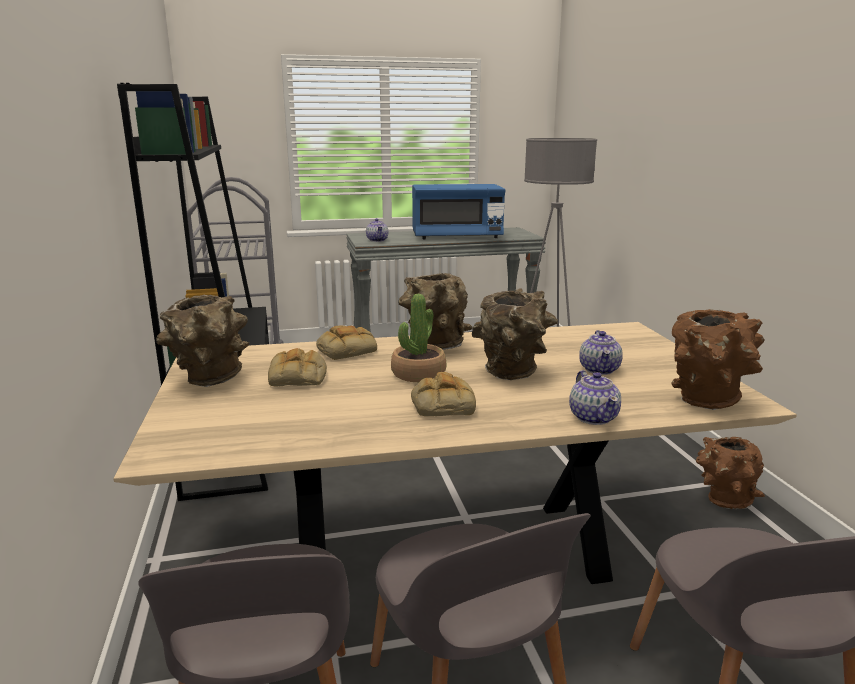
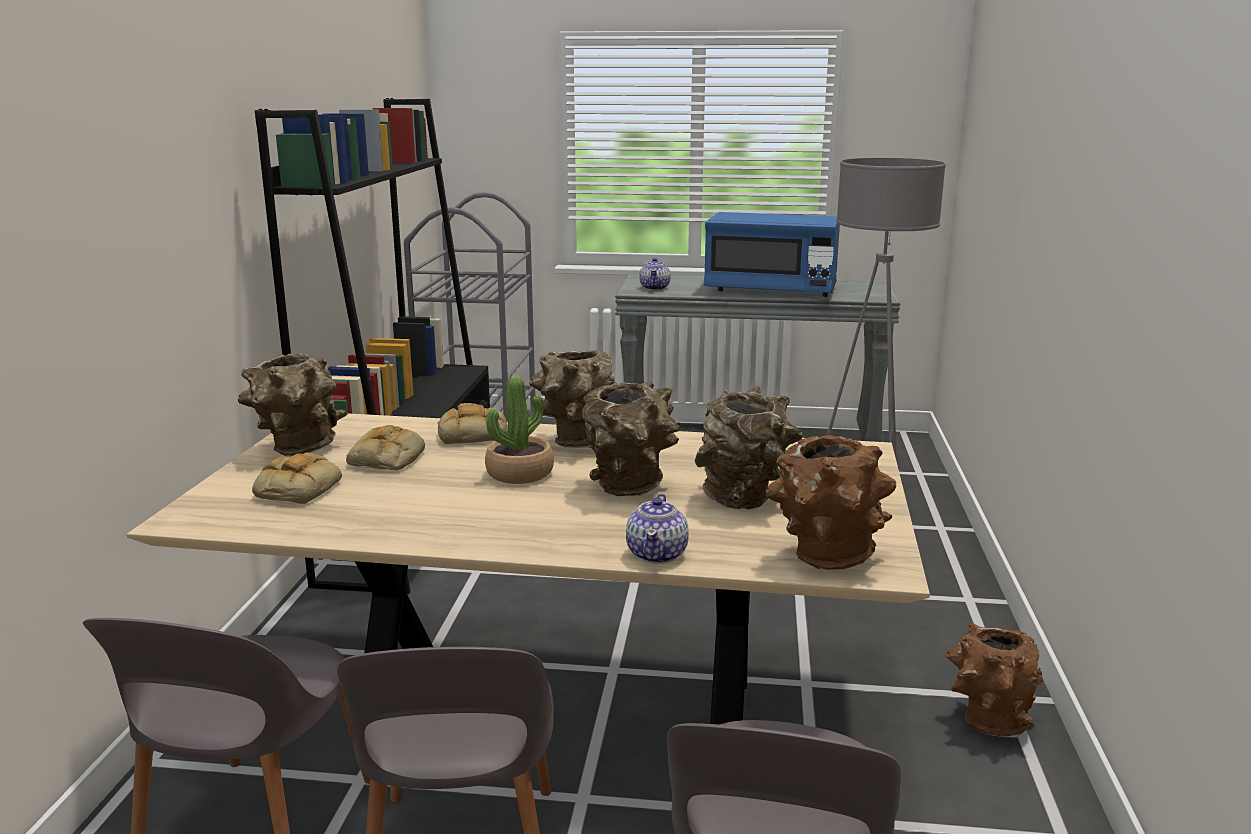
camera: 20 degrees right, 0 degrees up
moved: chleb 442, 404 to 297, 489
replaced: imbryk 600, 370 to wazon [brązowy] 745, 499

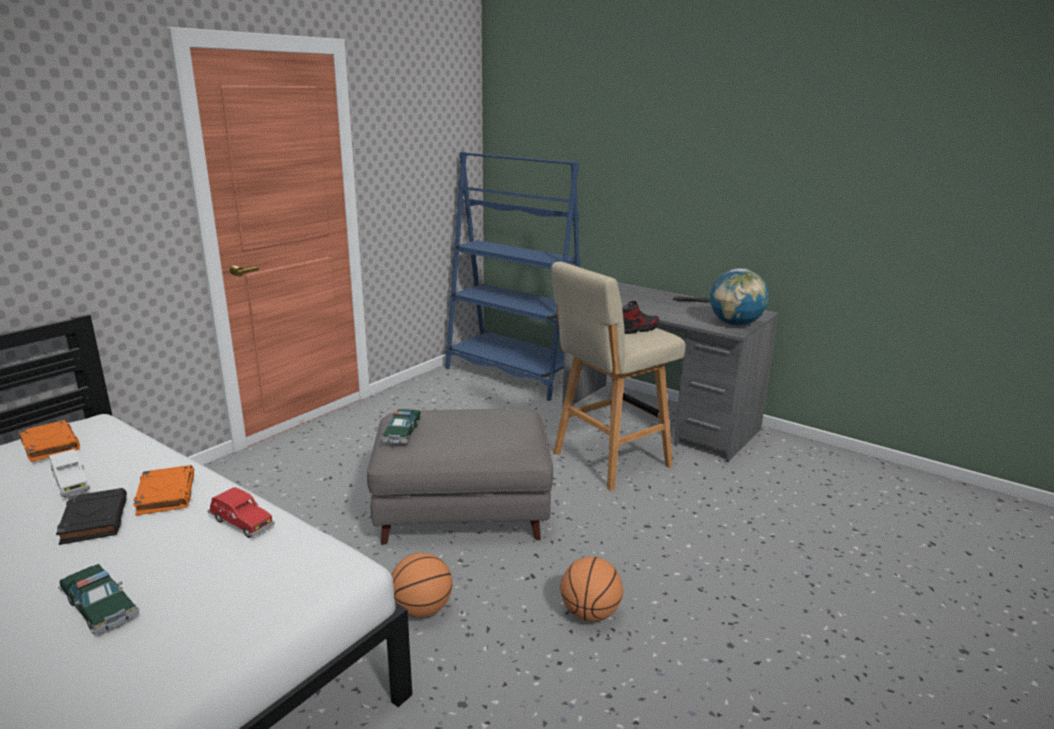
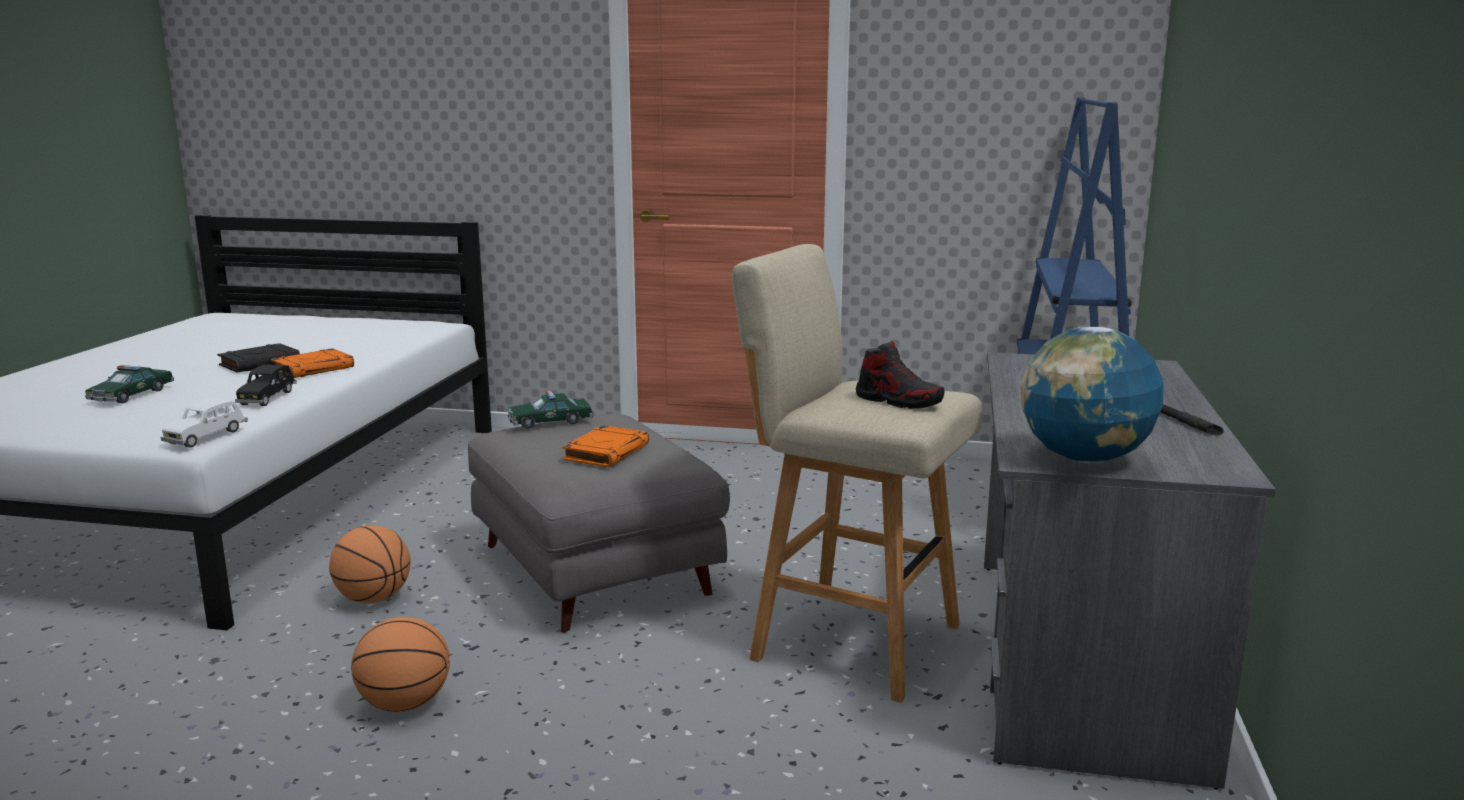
camera: 65 degrees right, 5 degrees down
moved: samochodzik [biały] 71, 483 to 206, 437; książka [pomarańczowy] 50, 445 to 606, 452
recoloured: samochodzik [czerwony] 241, 523 to samochodzik [czarny] 268, 398

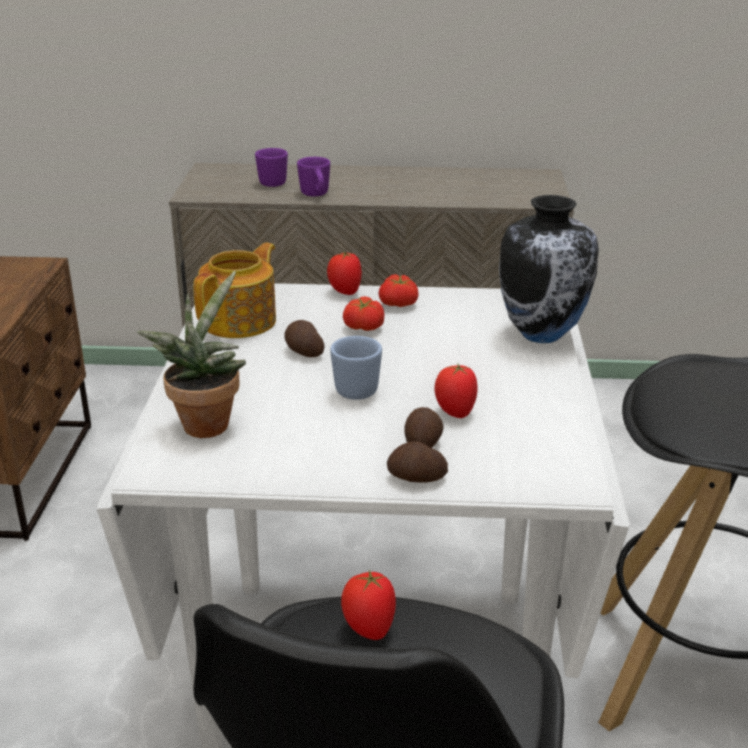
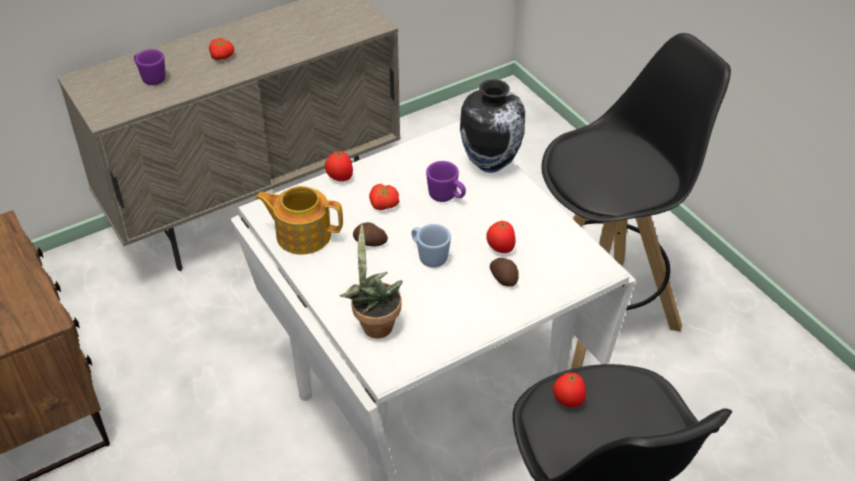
camera: 35 degrees left, 15 degrees up
removed: ziemniak 416, 478
moved: pomidor 399, 304 to 222, 56; kubek [fioletowy] 316, 195 to 446, 197
turned: imbryk 241, 321 = 302, 234 75 degrees counterclockwise

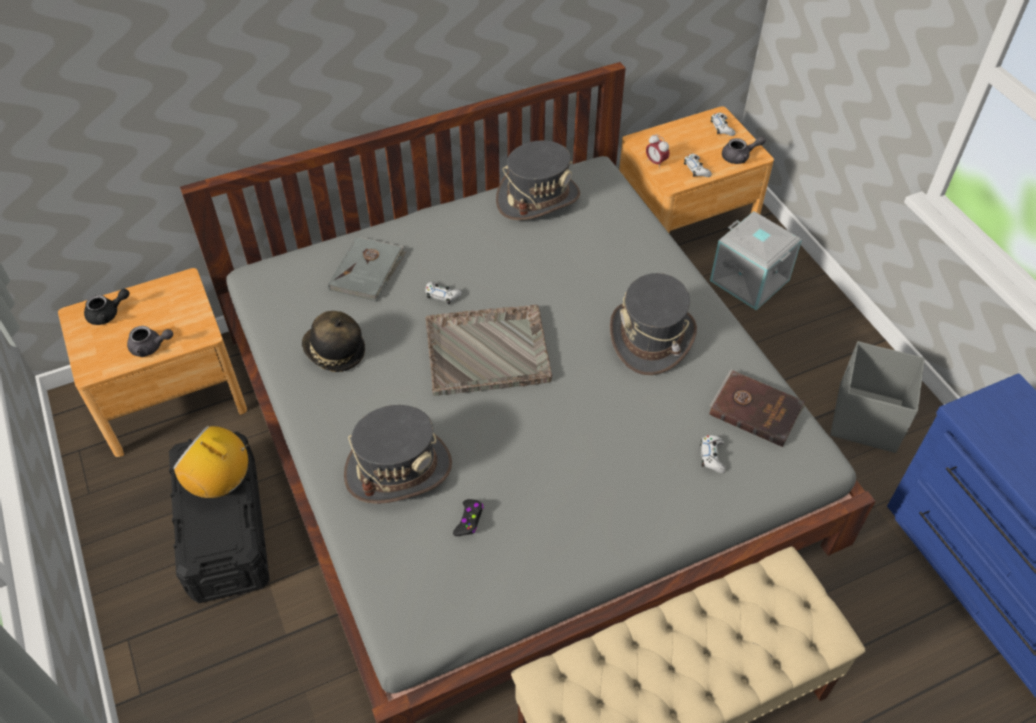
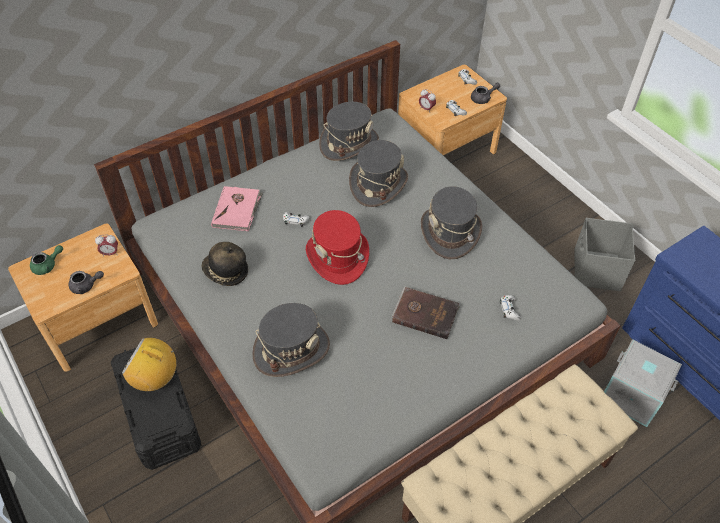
camera: 10 degrees left, 0 degrees up
removed: pad do gier [czarny] 469, 520
added: budzik 110, 253; kapelusz [szary] 378, 184
moved: książka [brązowy] 755, 409 to 425, 313; pojemnik do przechowywania [szary] 751, 280 to 633, 394
replaced: taca [szary] 488, 351 to kapelusz [czerwony] 338, 257
recoloured: imbryk [czarny] 108, 314 to imbryk [zielony] 48, 265; książka [szary] 368, 271 to książka [różowy] 237, 210

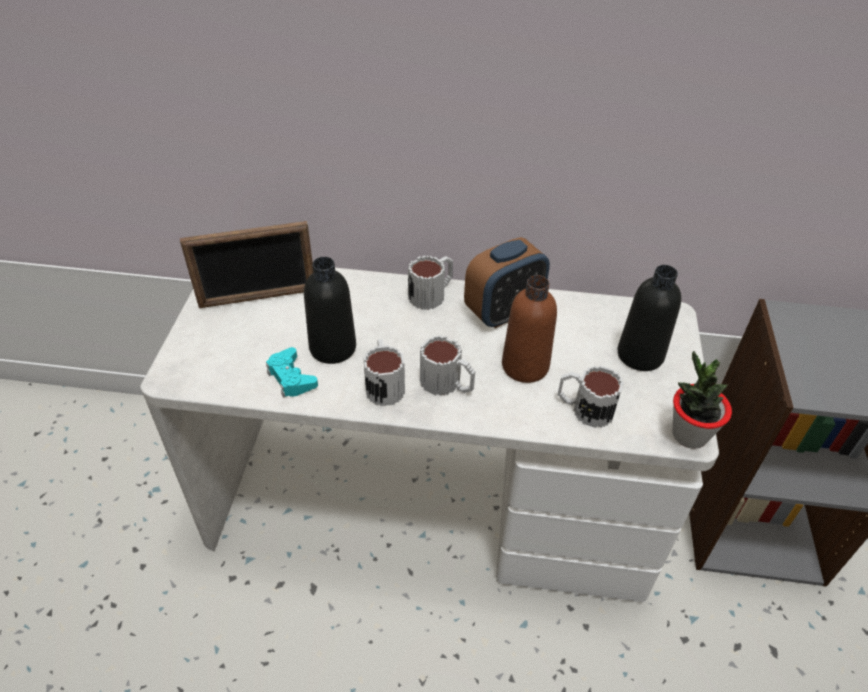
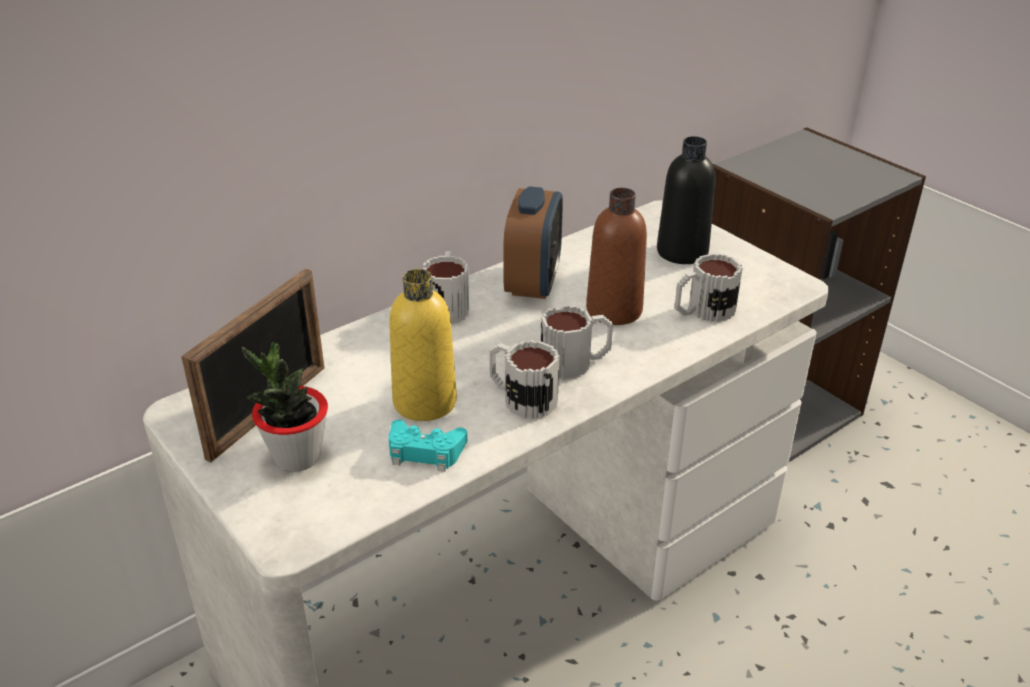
camera: 45 degrees left, 10 degrees down
moved: roślina doniczkowa 689, 435 to 297, 457
recoloured: butelka [czarny] 333, 347 to butelka [żółty] 424, 402

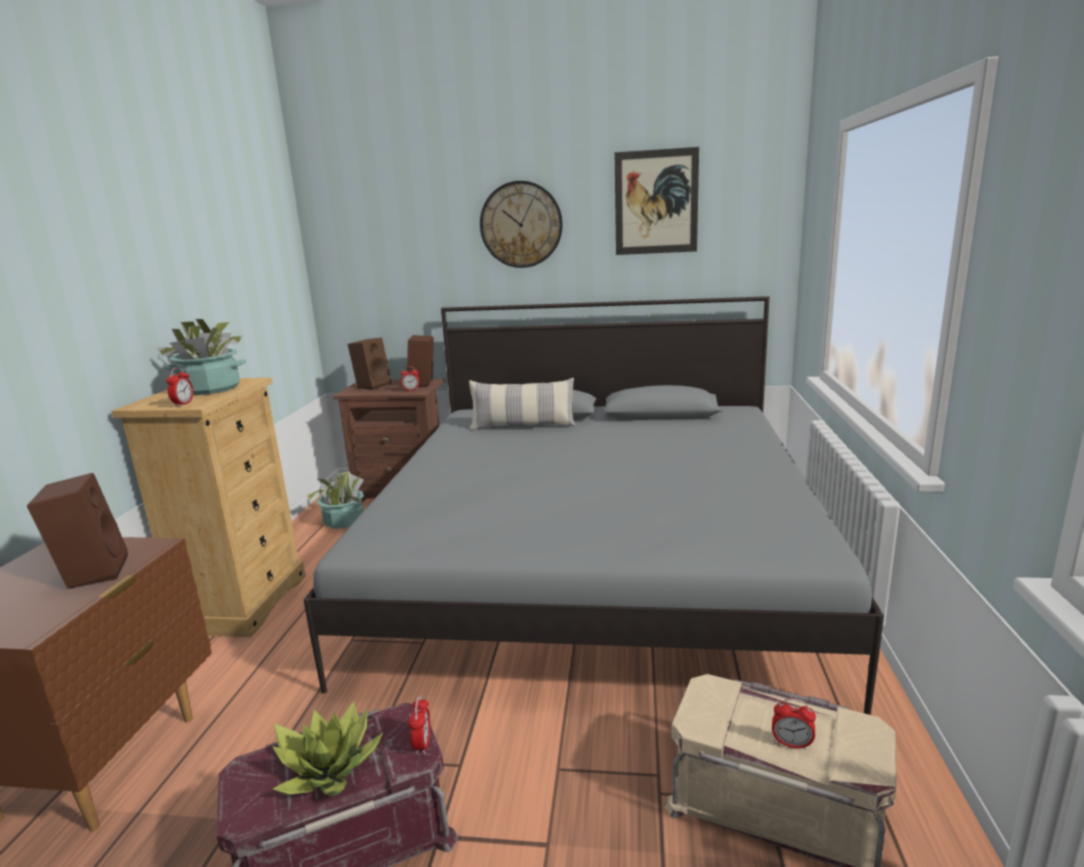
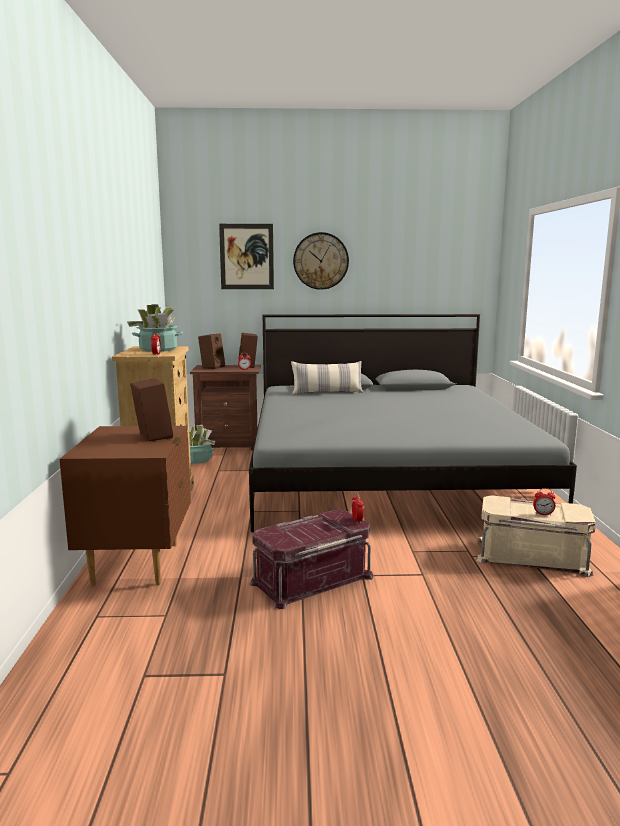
camera: 10 degrees left, 5 degrees down
removed: roślina doniczkowa 328, 767
moved: obraz 656, 202 to 246, 256

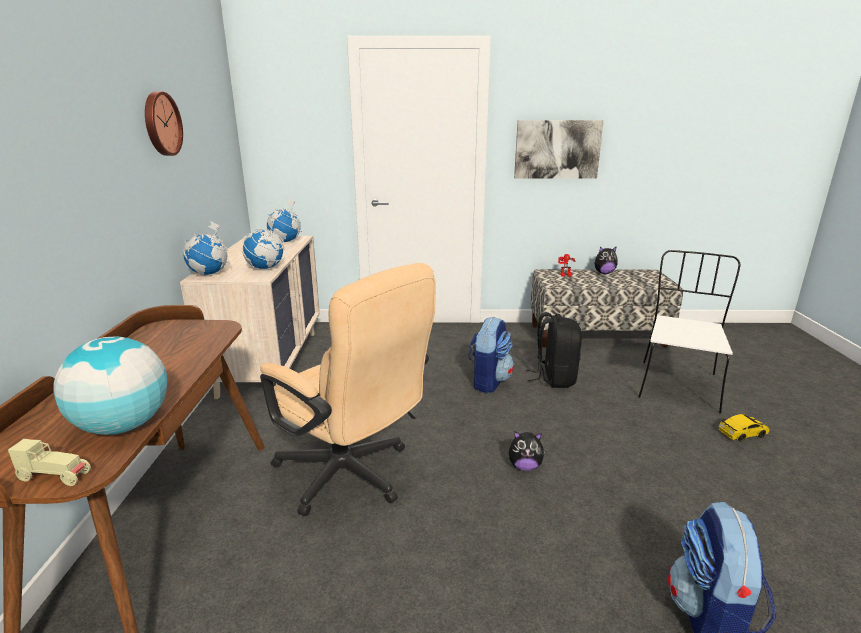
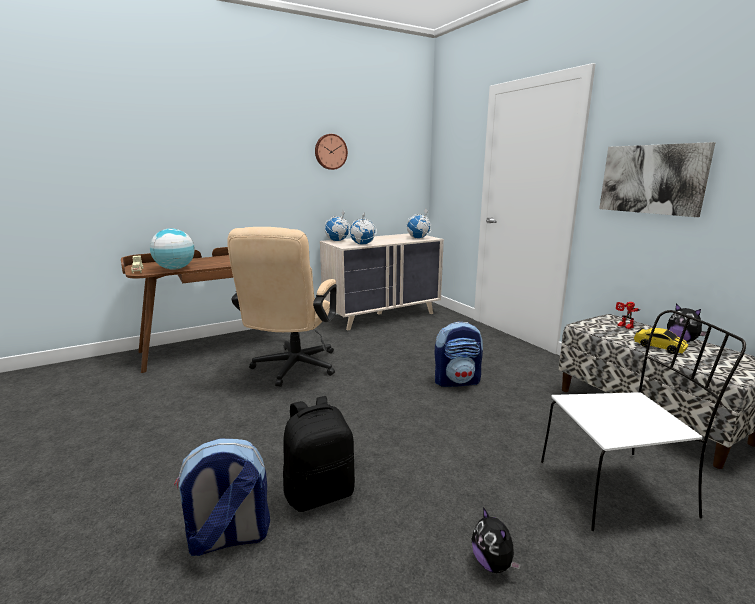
camera: 60 degrees right, 5 degrees down
moved: plecak [czarny] 554, 378 to 320, 492; pluszak 524, 466 to 493, 563; samochodzik 742, 434 to 659, 347

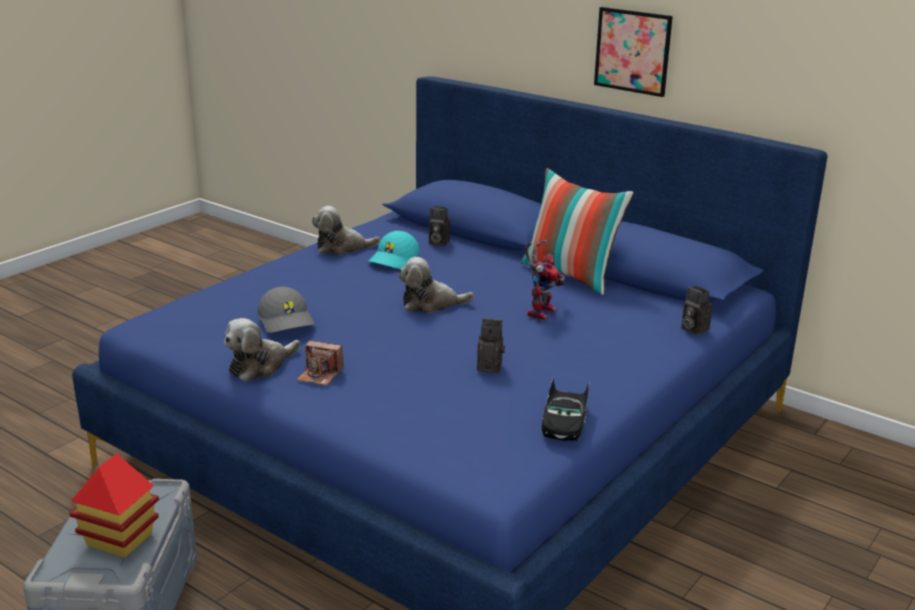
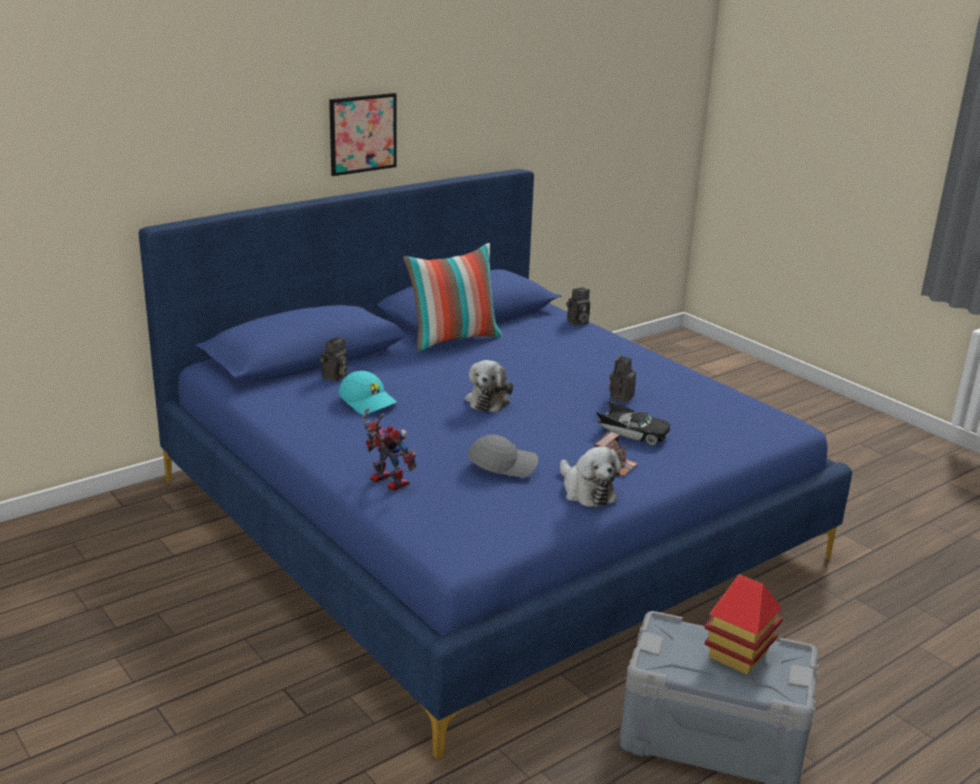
camera: 75 degrees left, 0 degrees up
removed: pluszak 342, 248
moved: robot zabawkowy 540, 311 to 384, 482; samochodzik [czarny] 564, 422 to 632, 433

